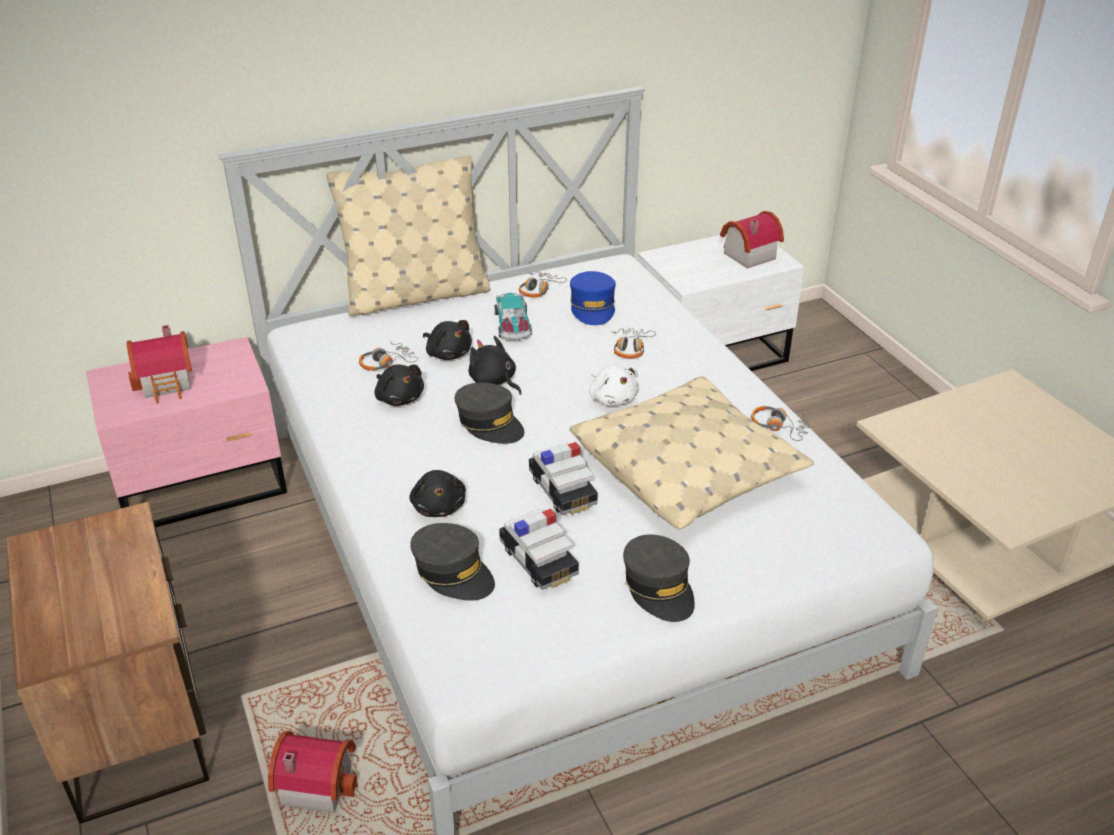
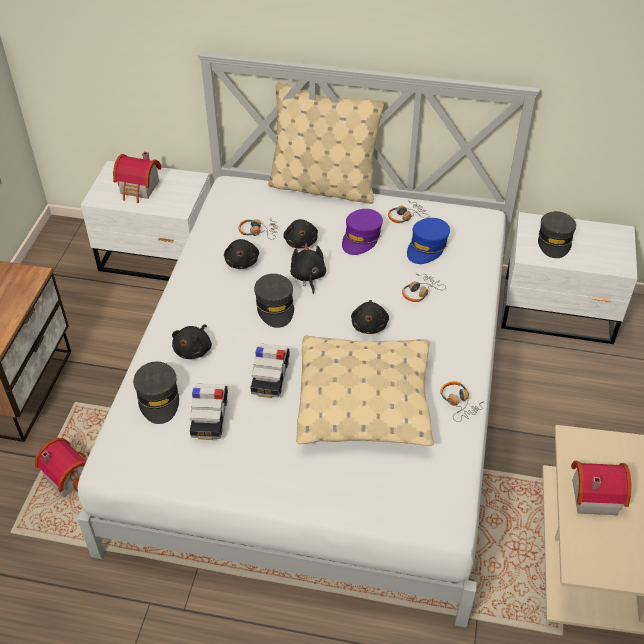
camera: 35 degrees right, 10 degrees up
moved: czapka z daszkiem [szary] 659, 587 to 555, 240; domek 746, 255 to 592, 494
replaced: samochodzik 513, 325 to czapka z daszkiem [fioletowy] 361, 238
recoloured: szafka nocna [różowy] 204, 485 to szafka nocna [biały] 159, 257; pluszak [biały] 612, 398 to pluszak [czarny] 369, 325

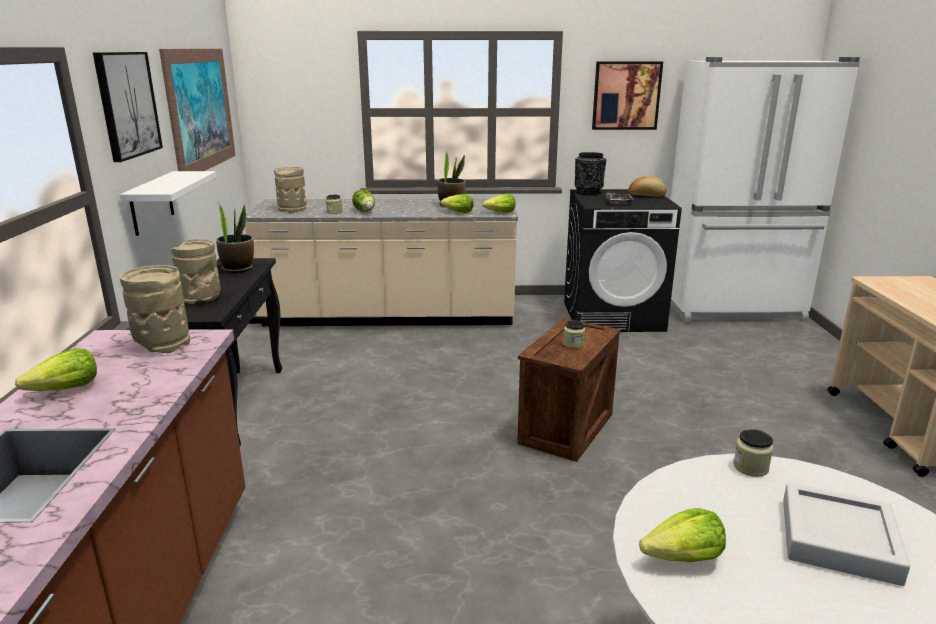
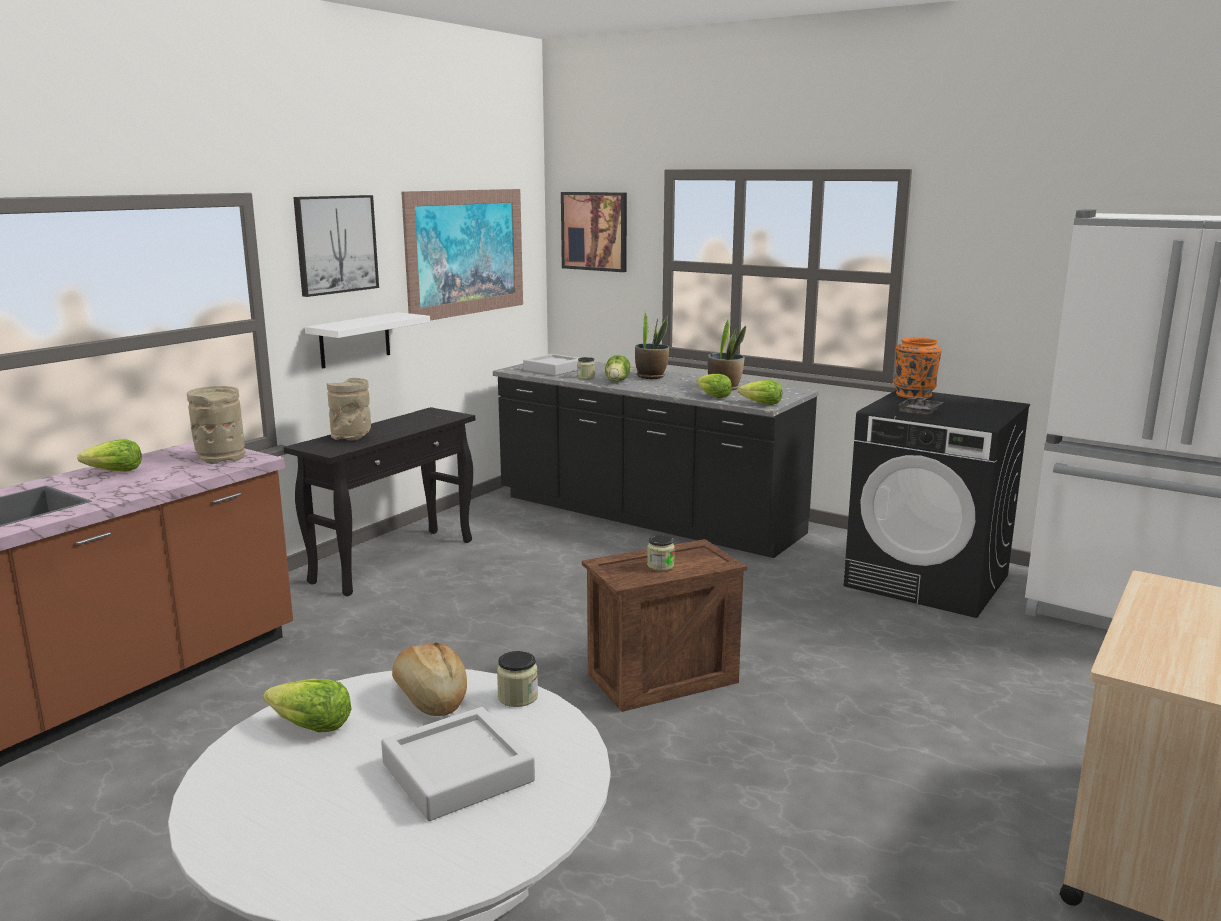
camera: 35 degrees right, 5 degrees down
moved: chleb 646, 195 to 429, 698; obraz 626, 95 to 594, 231; roślina doniczkowa 238, 269 to 651, 376
replaced: wazon [beżowy] 293, 209 to taca [szary] 553, 369
recoloured: zabudowa kuchenna [beżowy] 389, 316 to zabudowa kuchenna [czarny] 646, 516; wazon [czarny] 588, 192 to wazon [pomarańczowy] 914, 394

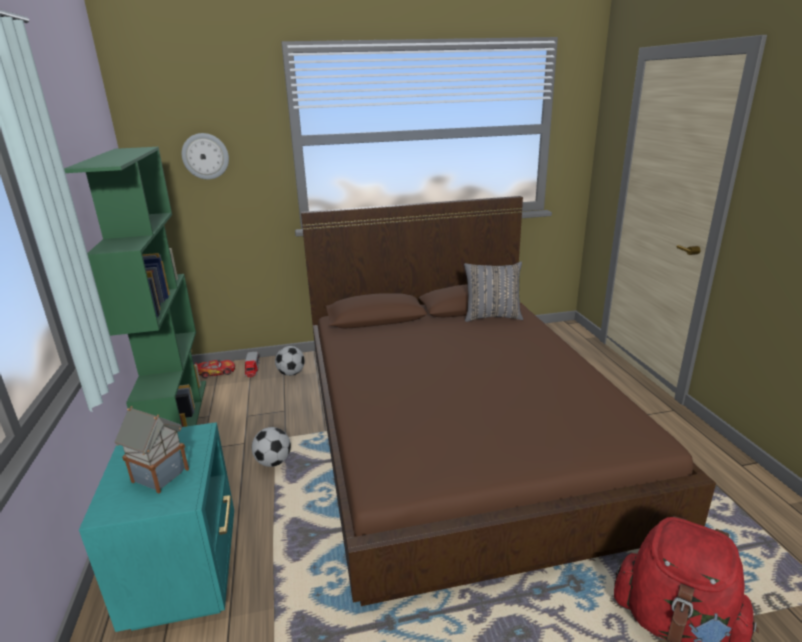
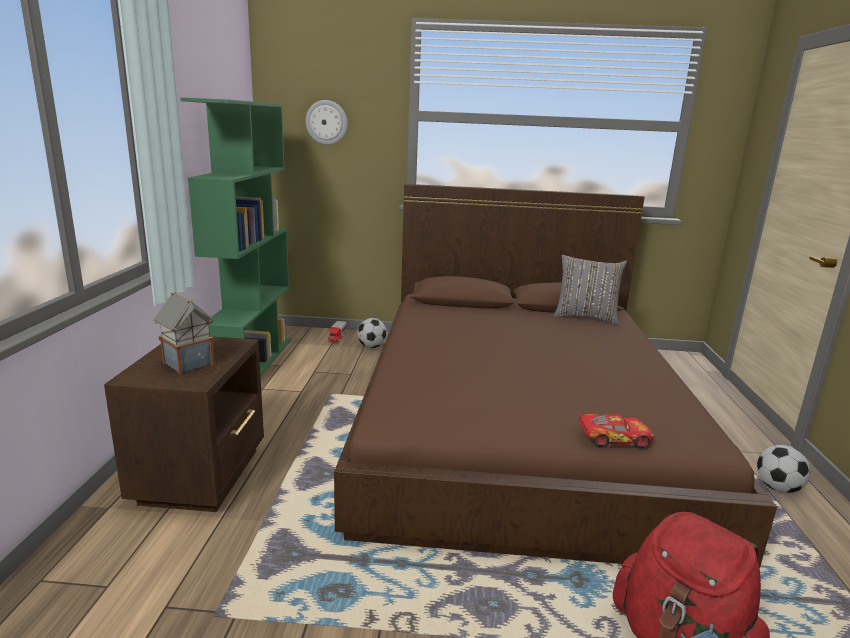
camera: 15 degrees right, 5 degrees down
moved: samochodzik 216, 372 to 613, 438; piłka futbolowa 274, 462 to 778, 488
recoloured: szafka nocna [turkusowy] 187, 572 to szafka nocna [brązowy] 203, 475

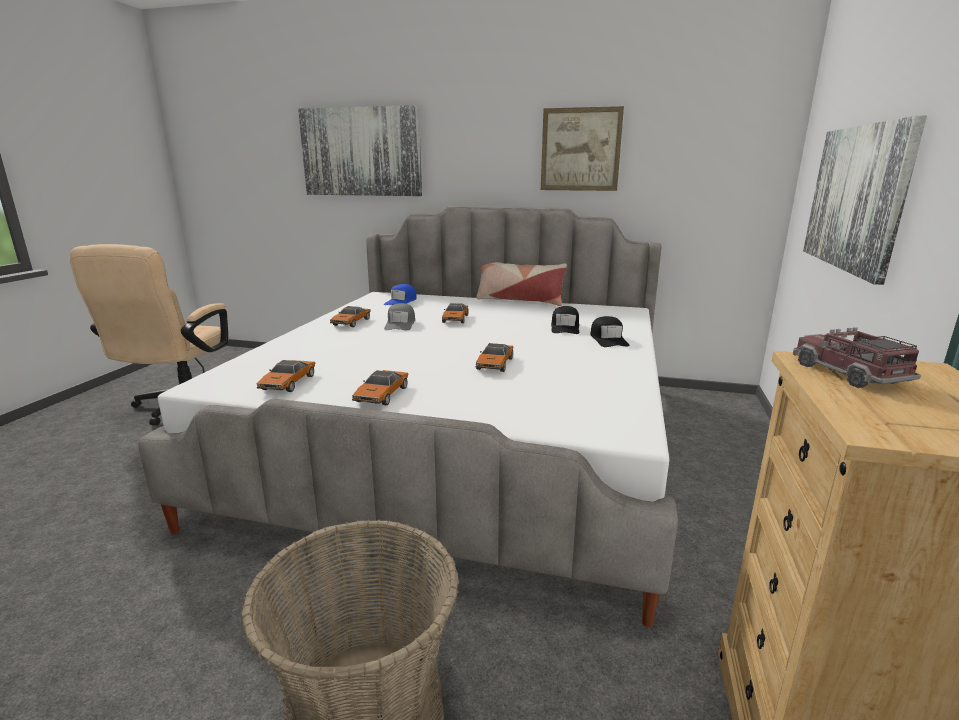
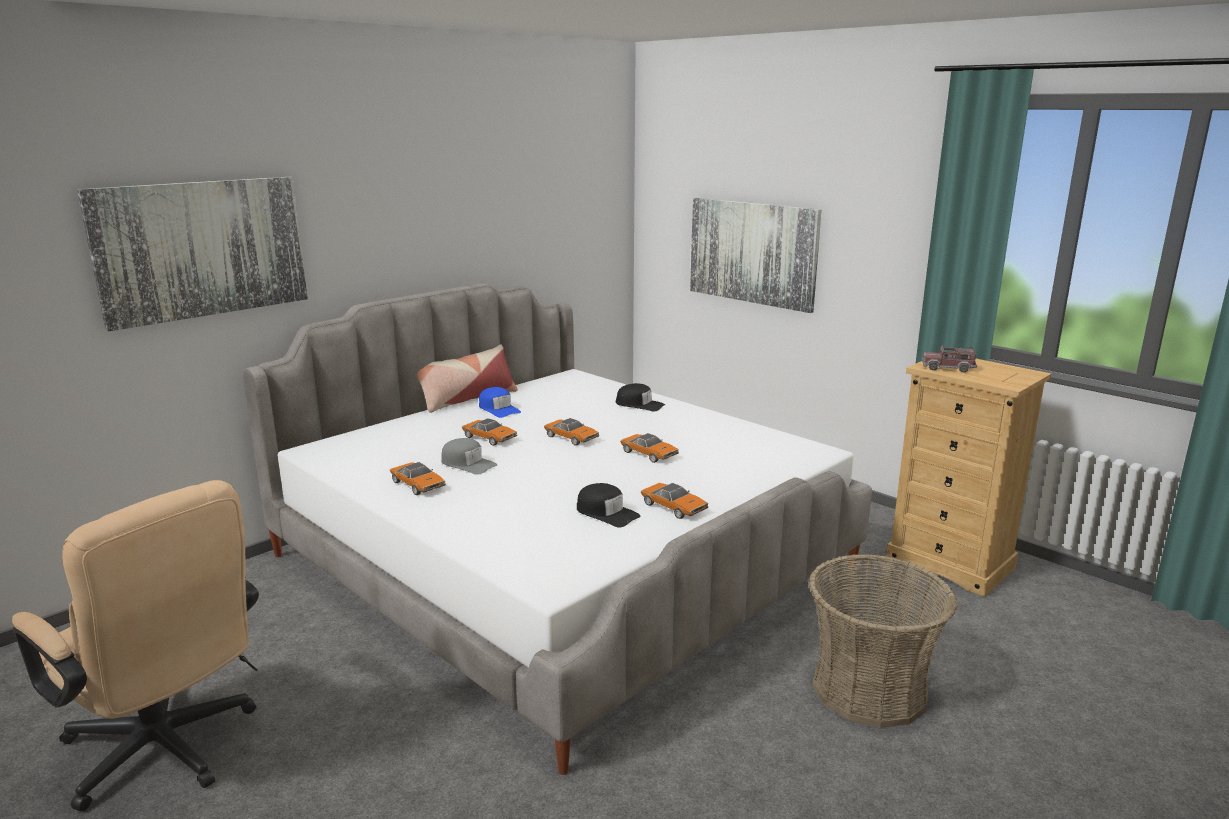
camera: 60 degrees left, 0 degrees up
removed: obraz 580, 149
moved: czapka z daszkiem [niebieski] 401, 301 to 498, 409; samochodzik 288, 383 to 571, 438; czapka z daszkiem [czarny] 565, 327 to 606, 513

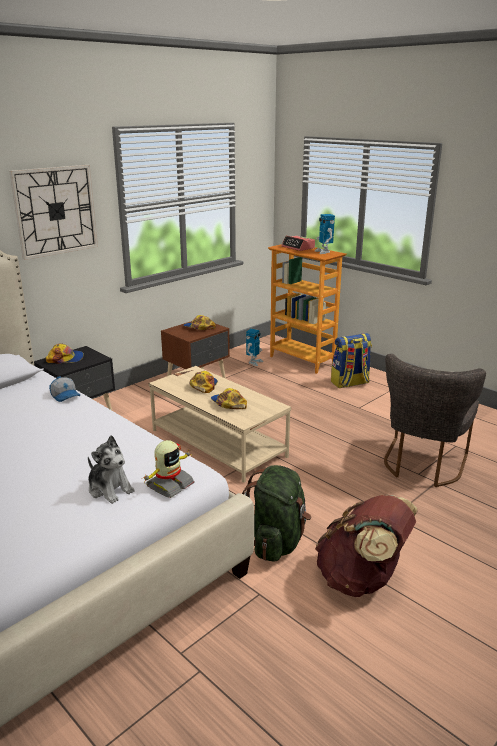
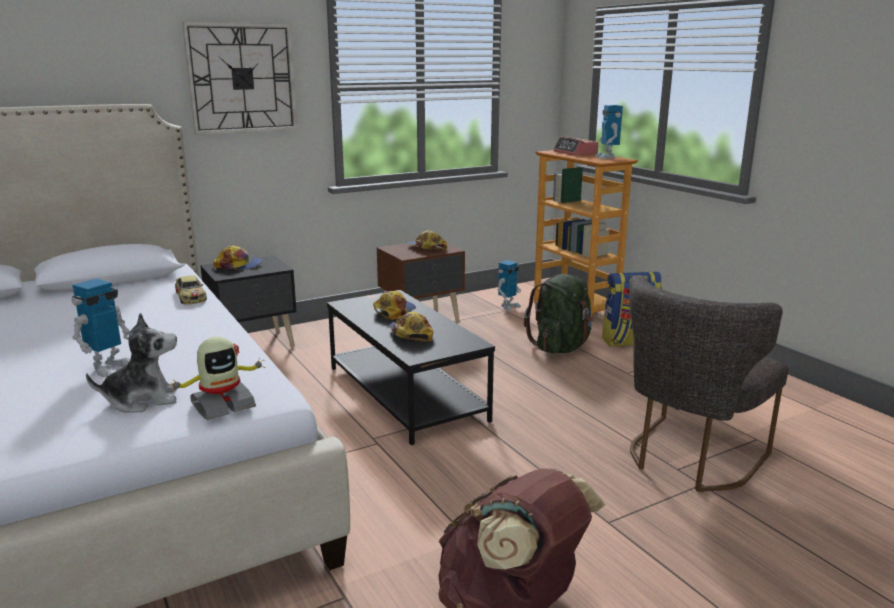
camera: 15 degrees right, 5 degrees down
added: robot zabawkowy 108, 367
moved: plecak [zielony] 276, 541 to 561, 347
replaced: czapka z daszkiem 65, 396 to samochodzik 191, 296
recoloured: ława [beżowy] 217, 443 to ława [czarny] 404, 393
turned: pluszak 110, 489 = 142, 400 75 degrees counterclockwise

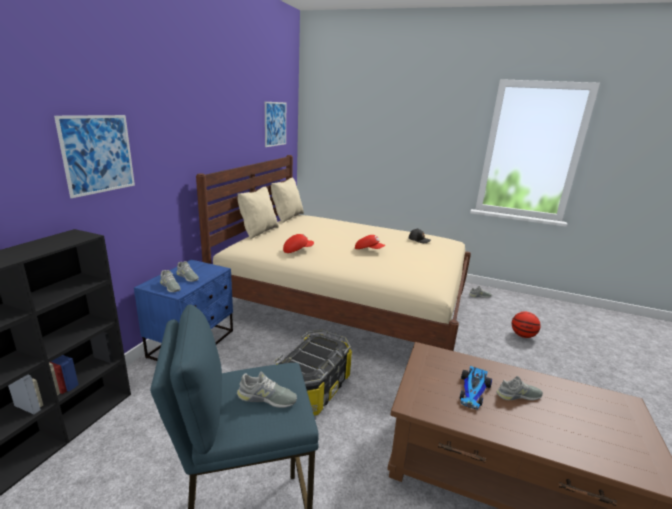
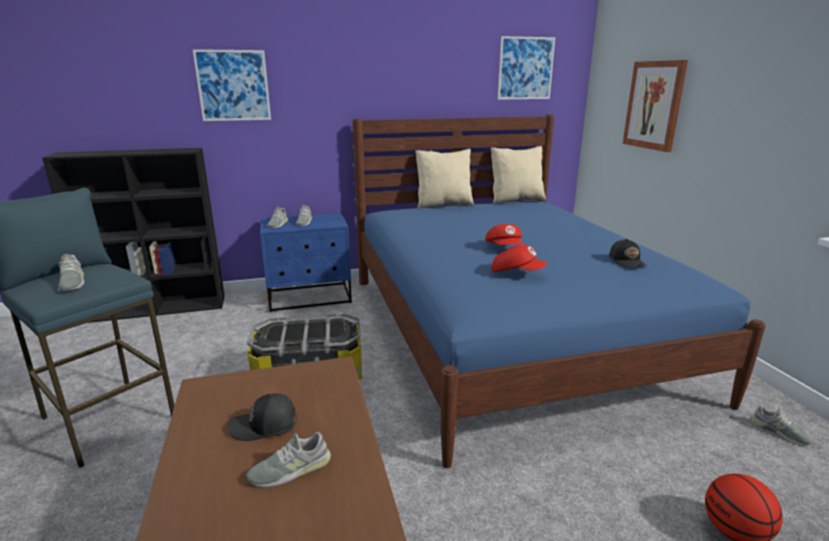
camera: 55 degrees right, 0 degrees up
added: obraz 654, 105
moved: czapka z daszkiem [czerwony] 297, 250 to 517, 272
replaced: samochodzik 473, 392 to czapka z daszkiem [czarny] 264, 426
recoloured: łóżko [beżowy] 346, 303 to łóżko [niebieski] 506, 331
turned: but [szary] 518, 395 = 290, 470 105 degrees clockwise

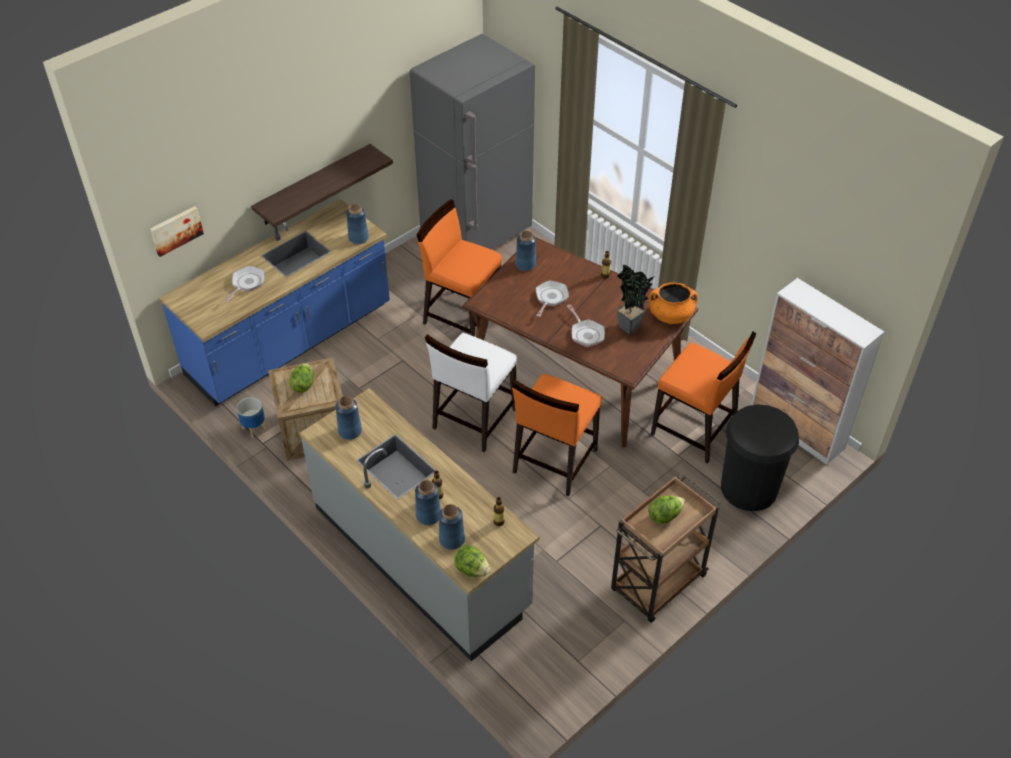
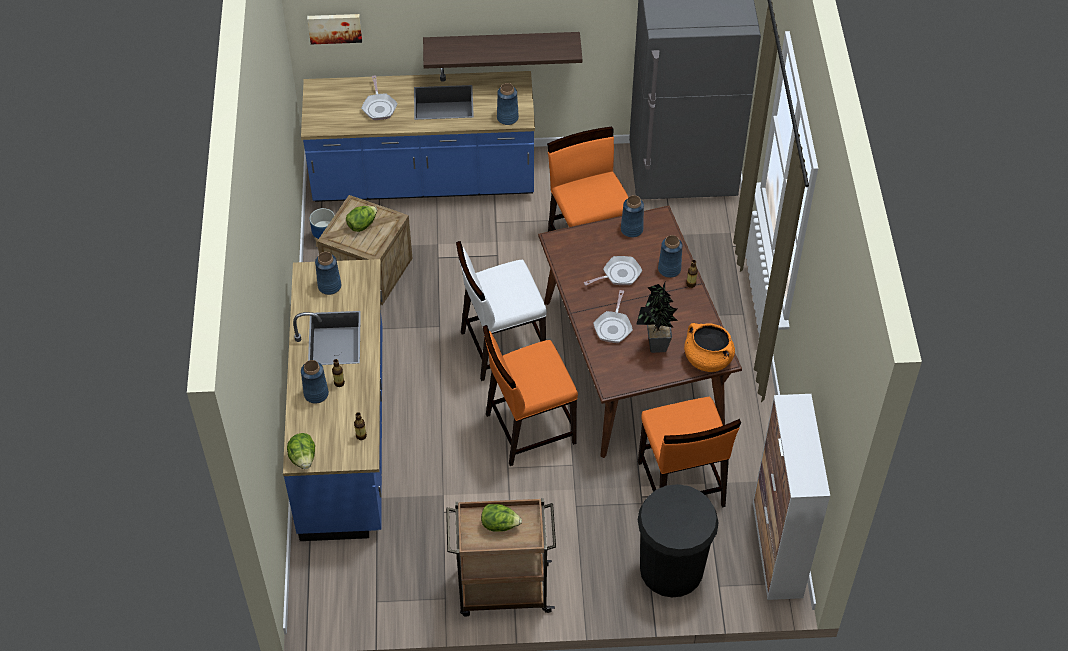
camera: 40 degrees right, 5 degrees up
moved: wazon [niebieski] 451, 539 to 669, 269
recoloured: zabudowa kuchenna [szary] 422, 557 to zabudowa kuchenna [niebieski] 345, 433
turned: patelnia 247, 283 = 379, 107 105 degrees clockwise

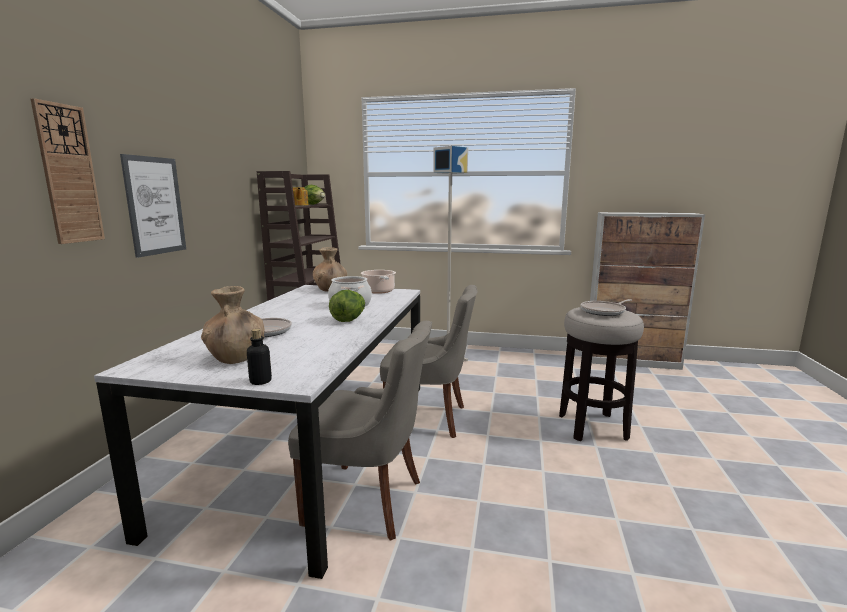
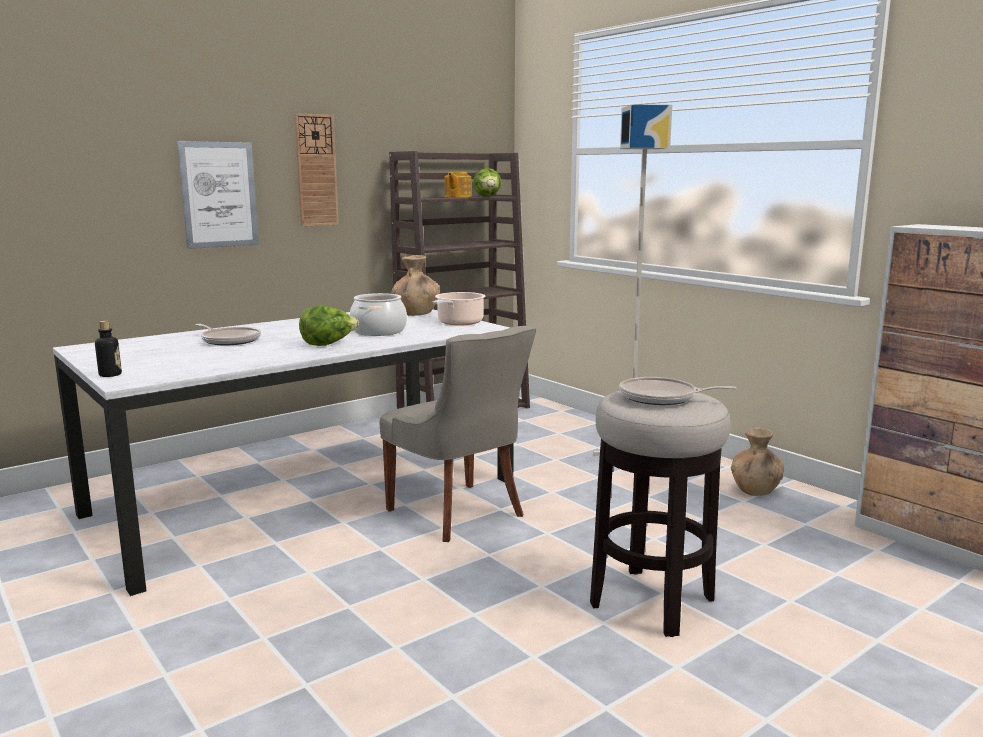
camera: 40 degrees right, 0 degrees up
removed: krzesło [szary] 368, 501
moved: zegar ścienny 69, 174 to 316, 170; wazon [brązowy] 236, 358 to 755, 490

